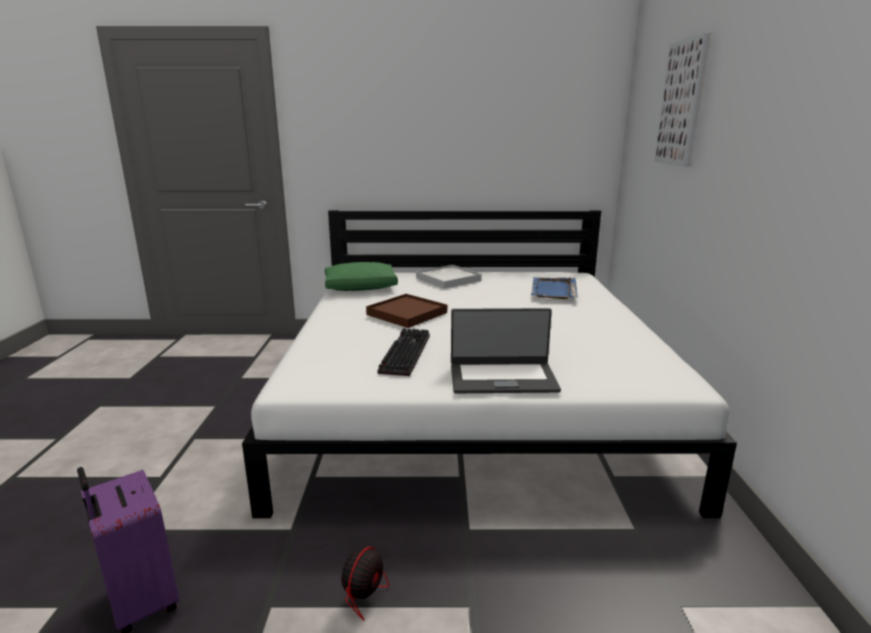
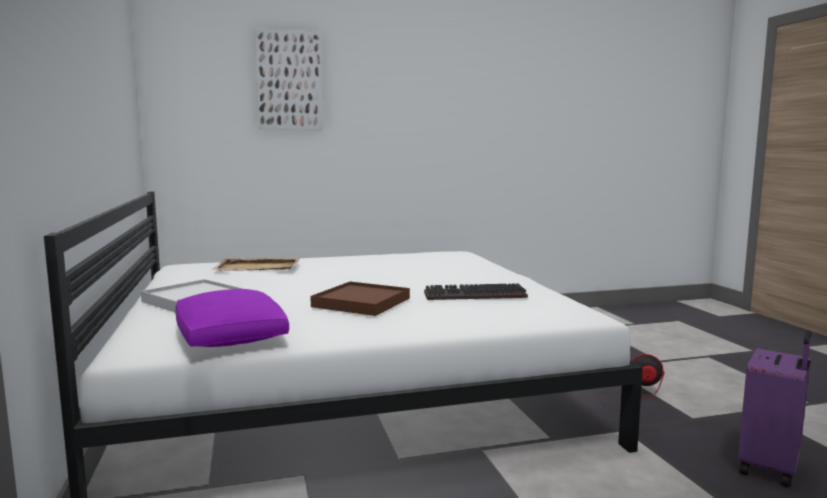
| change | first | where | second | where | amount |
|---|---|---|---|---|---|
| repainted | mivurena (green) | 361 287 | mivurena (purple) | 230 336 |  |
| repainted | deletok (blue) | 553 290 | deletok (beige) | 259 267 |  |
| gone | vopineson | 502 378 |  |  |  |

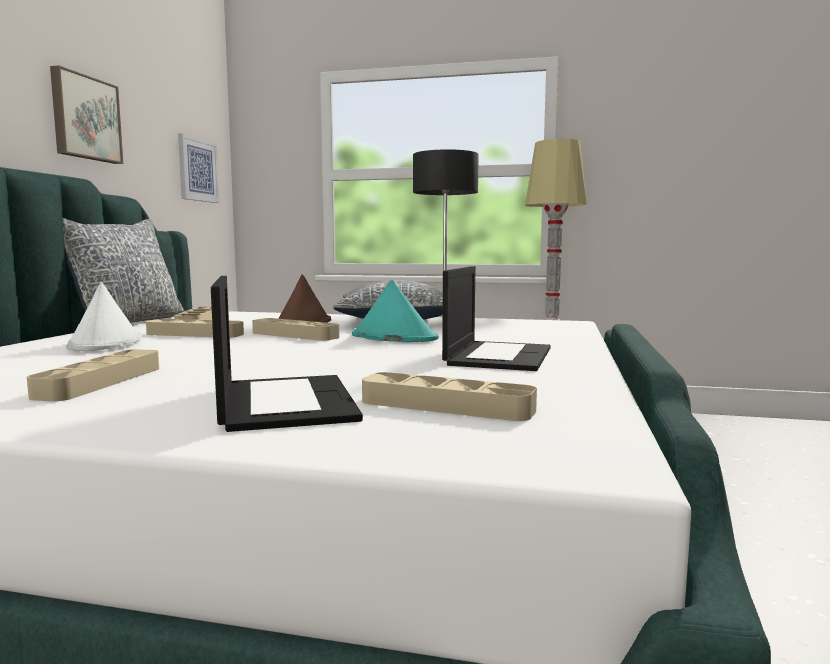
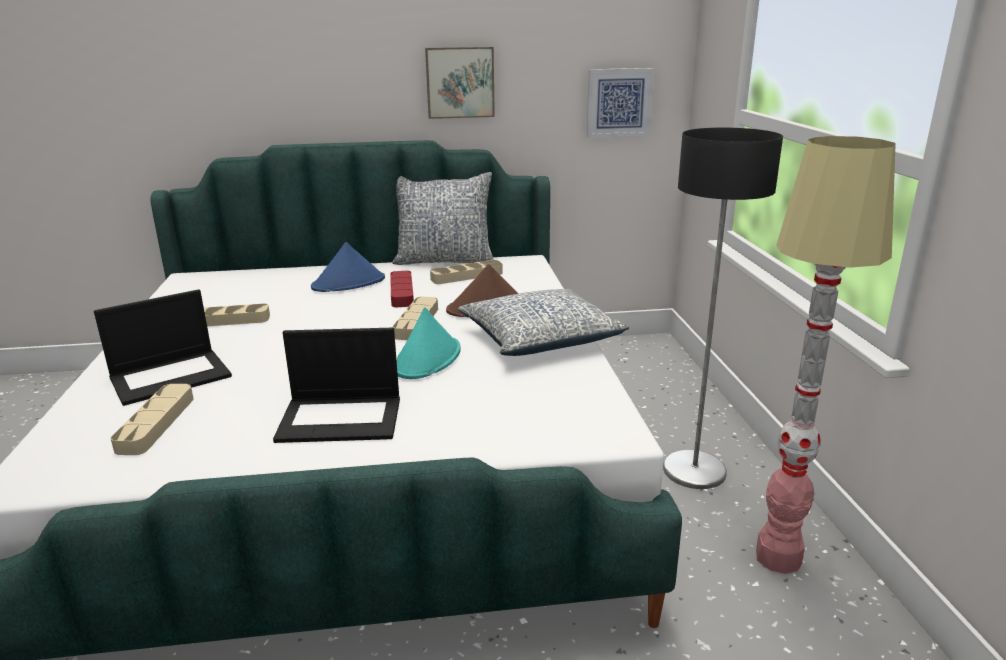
| change | first | where | second | where | amount |
|---|---|---|---|---|---|
| repainted | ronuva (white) | 106 343 | ronuva (blue) | 349 283 |  |
| repainted | deletok (beige) | 195 334 | deletok (red) | 402 293 |  |

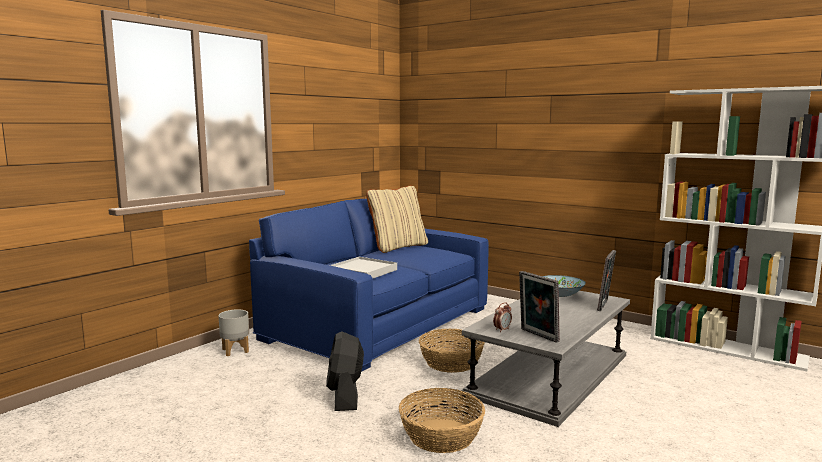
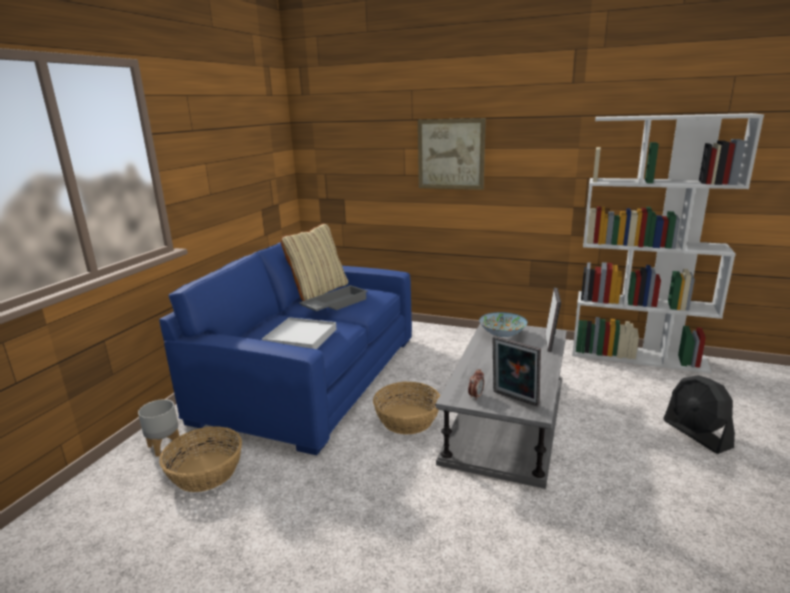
| change | first | where | second | where | amount |
|---|---|---|---|---|---|
| shifted | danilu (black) | 345 396 |  | 696 434 |  |
| shifted | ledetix | 441 436 |  | 206 472 |  |
| new |  |  | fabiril | 451 154 |  |
| new |  |  | deletok (grey) | 334 304 |  |

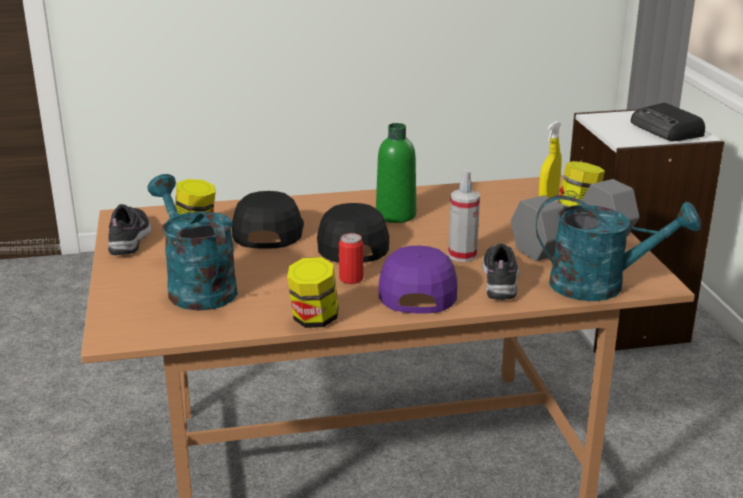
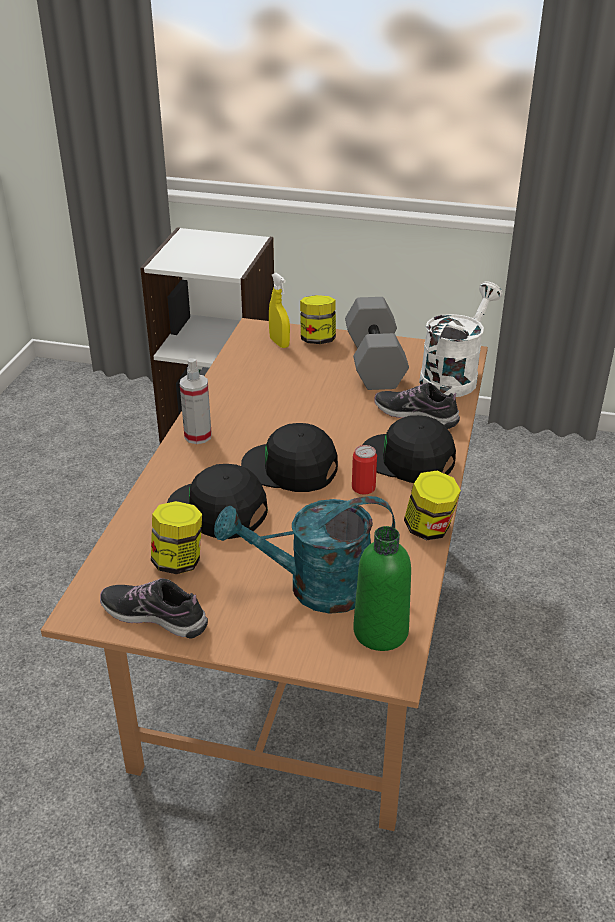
| change | first | where | second | where | amount |
|---|---|---|---|---|---|
| gone | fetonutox | 667 130 |  |  |  |
| shifted | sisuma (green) | 396 215 |  | 380 631 |  |
| shifted | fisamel | 462 255 |  | 198 436 |  |
| repainted | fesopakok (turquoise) | 601 285 | fesopakok (white) | 453 376 |  |
| repainted | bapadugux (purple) | 417 290 | bapadugux (black) | 408 459 |  |

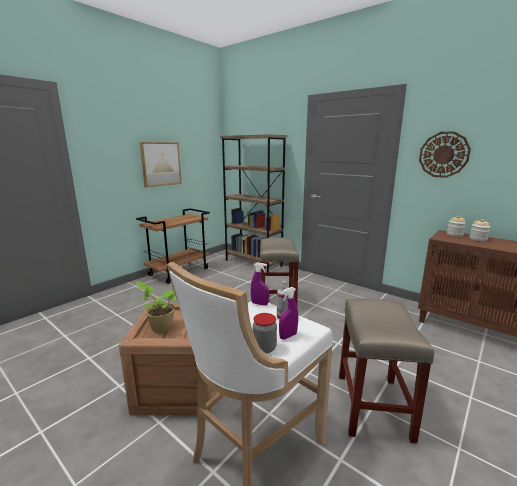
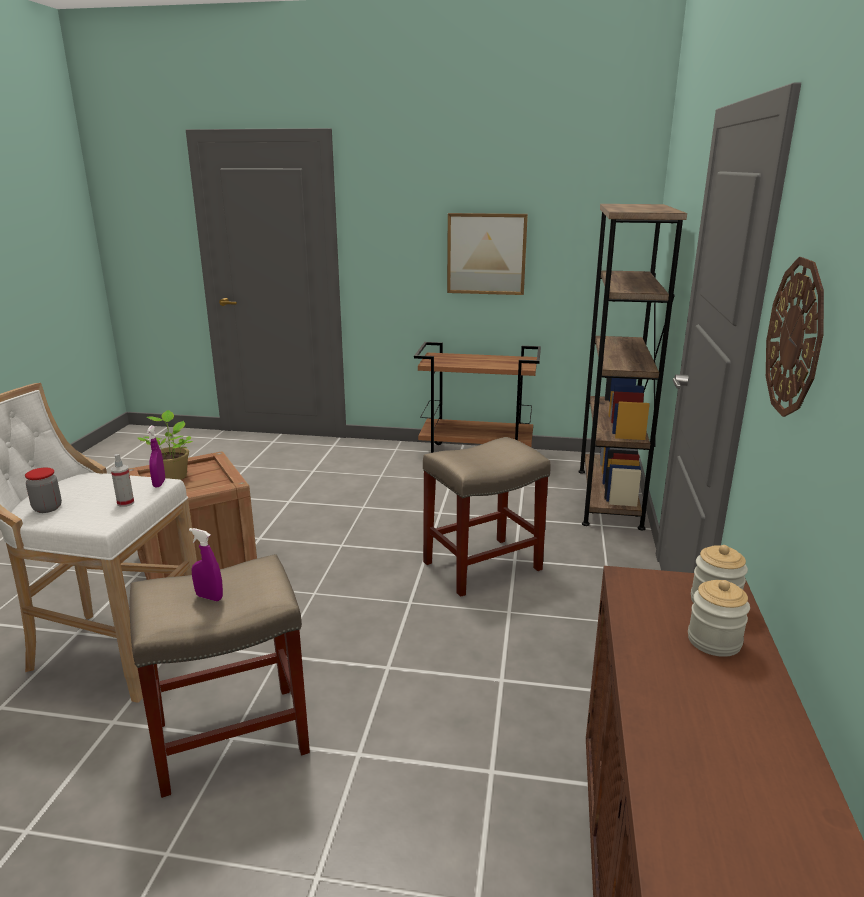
| change | first | where | second | where | amount |
|---|---|---|---|---|---|
| shifted | fisamel (purple) | 288 336 |  | 209 597 |  |

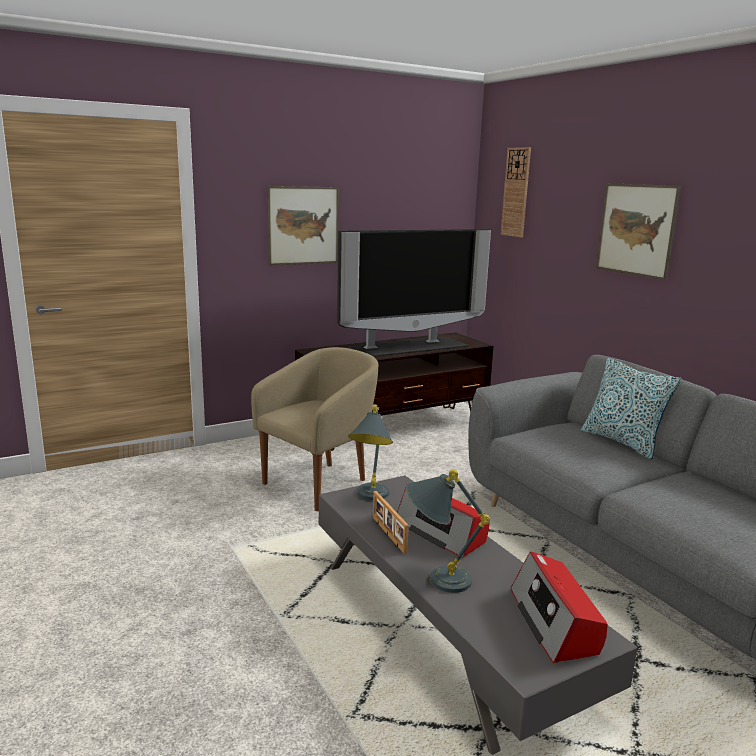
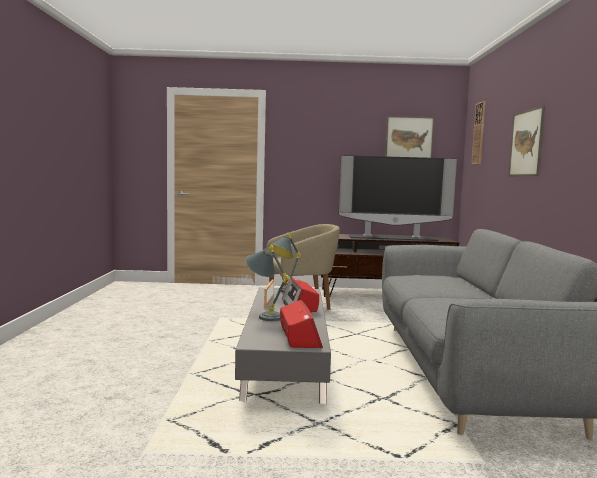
| change | first | where | second | where | amount |
|---|---|---|---|---|---|
| shifted | fabiril | 303 225 |  | 409 140 |  |
| gone | mivurena | 622 442 |  |  |  |
| rotated | fetonutox | 554 622 |  | 299 337 | 150 degrees clockwise |

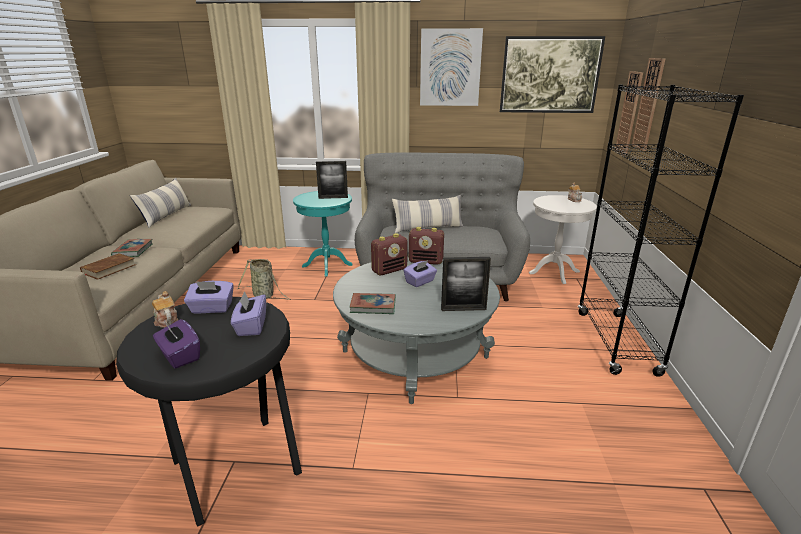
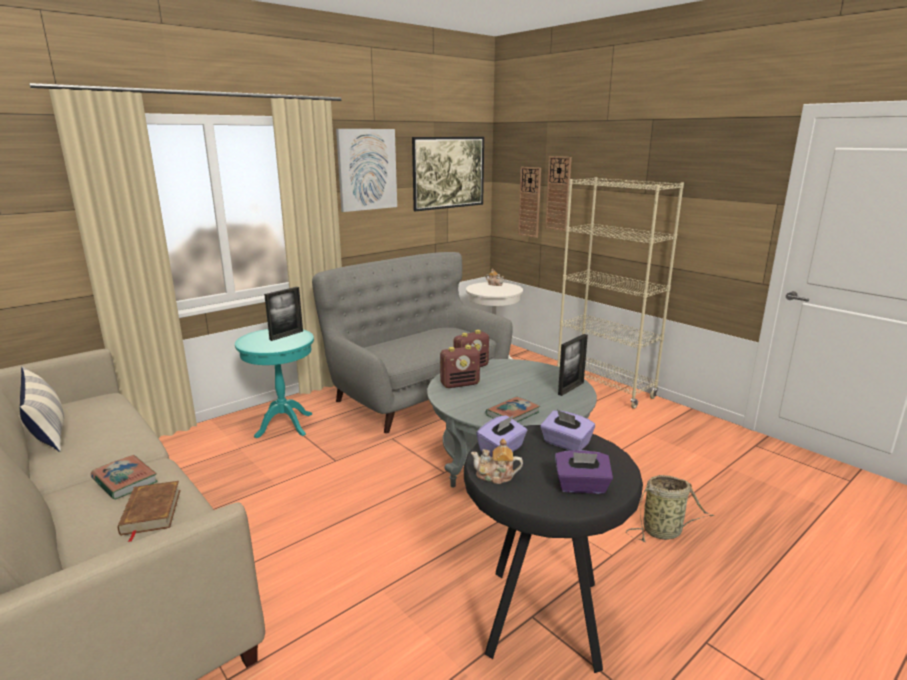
| change | first | where | second | where | amount |
|---|---|---|---|---|---|
| repainted | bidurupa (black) | 616 342 | bidurupa (beige) | 604 388 |  |
| gone | mivurena | 428 228 |  |  |  |
| rotated | fetonutox | 389 270 |  | 460 384 | 60 degrees clockwise |
| shifted | ledetix | 265 296 |  | 664 531 |  |
| gone | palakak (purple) | 420 282 |  |  |  |

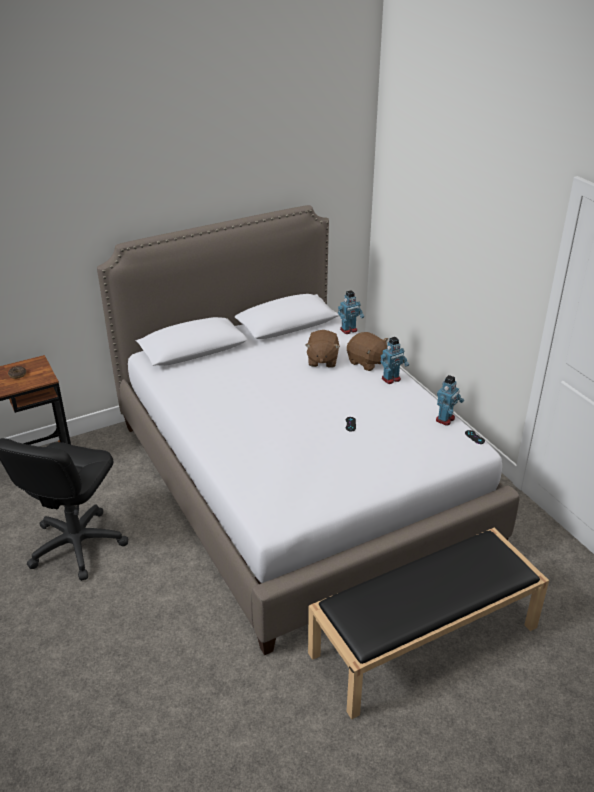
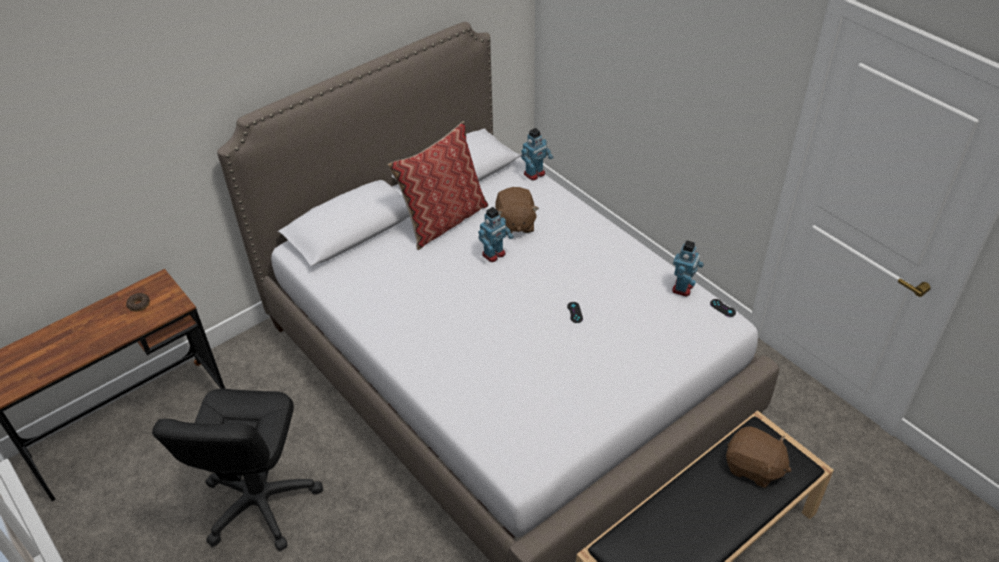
| change | first | where | second | where | amount |
|---|---|---|---|---|---|
| shifted | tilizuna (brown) | 367 362 |  | 753 468 |  |
| shifted | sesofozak | 391 379 |  | 494 254 |  |
| new |  |  | mivurena | 443 220 |  |

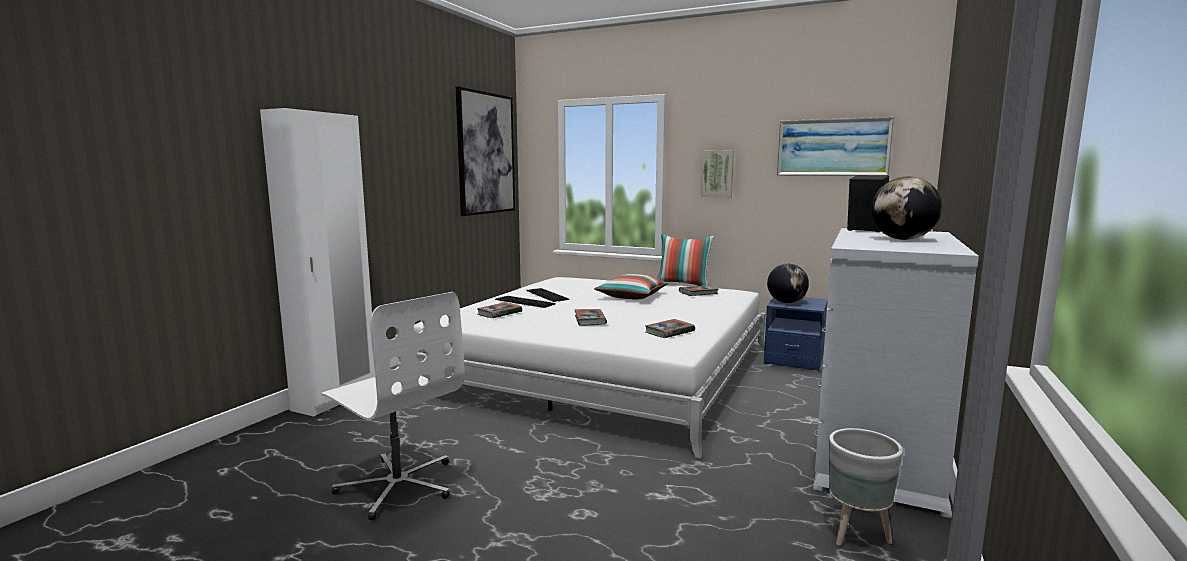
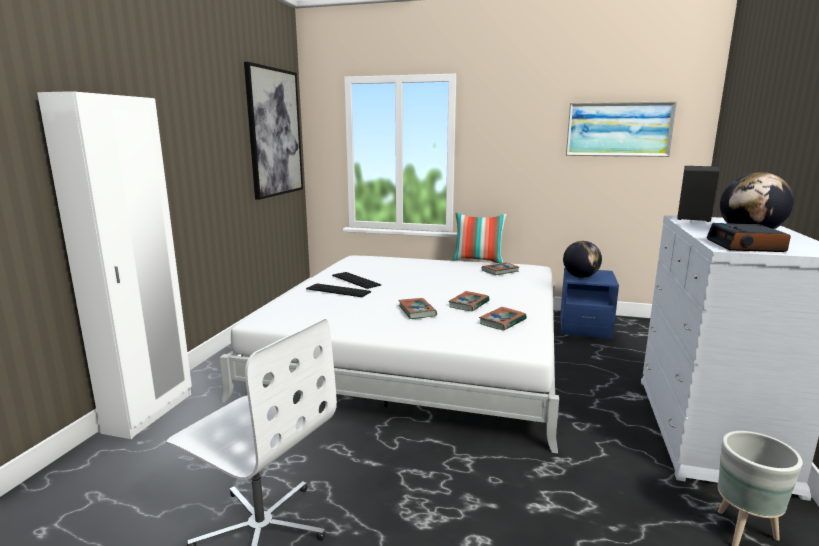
| change | first | where | second | where | amount |
|---|---|---|---|---|---|
| gone | fabiril | 717 173 |  |  |  |
| gone | mivurena | 631 296 |  |  |  |
| shifted | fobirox | 499 313 |  | 469 304 |  |
| new |  |  | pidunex | 746 246 |  |

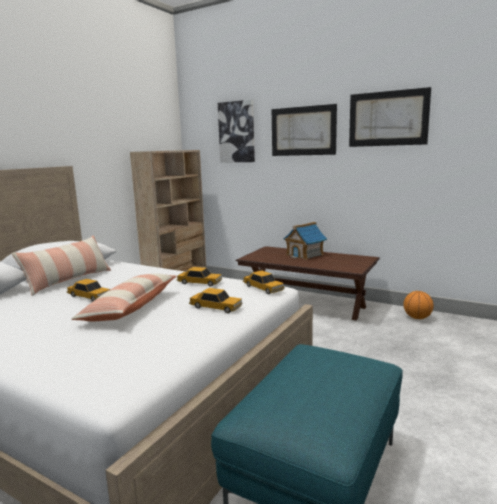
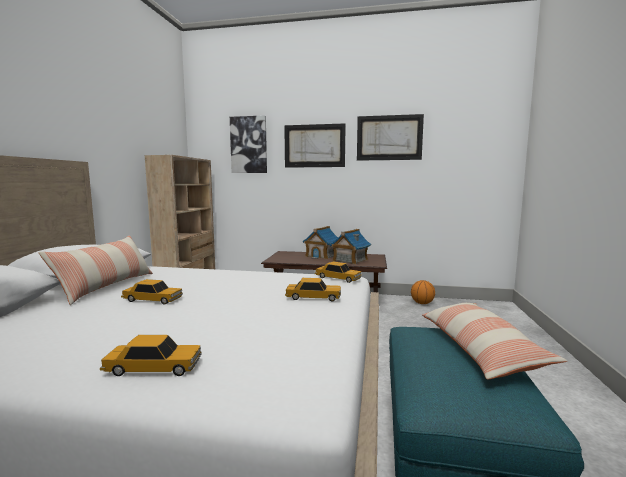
| change | first | where | second | where | amount |
|---|---|---|---|---|---|
| shifted | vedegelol | 199 282 |  | 154 367 |  |
| shifted | mivurena | 130 308 |  | 479 349 |  |
| new |  |  | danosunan | 350 260 |  |

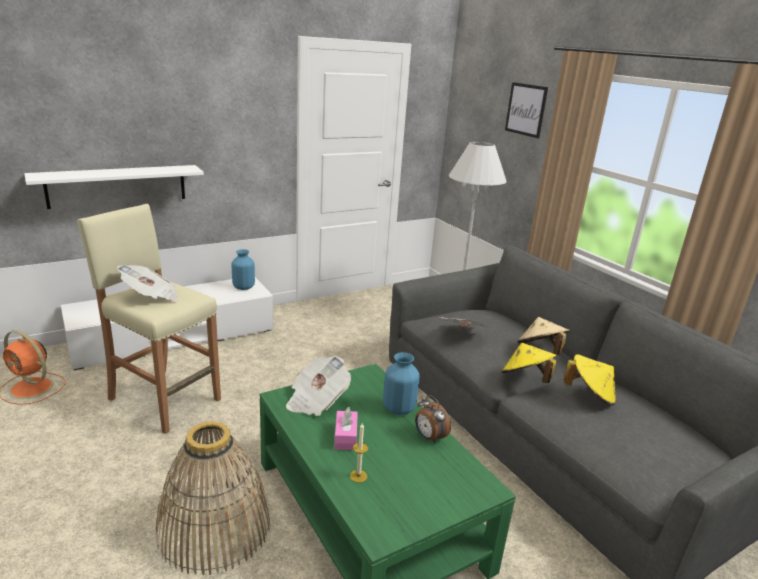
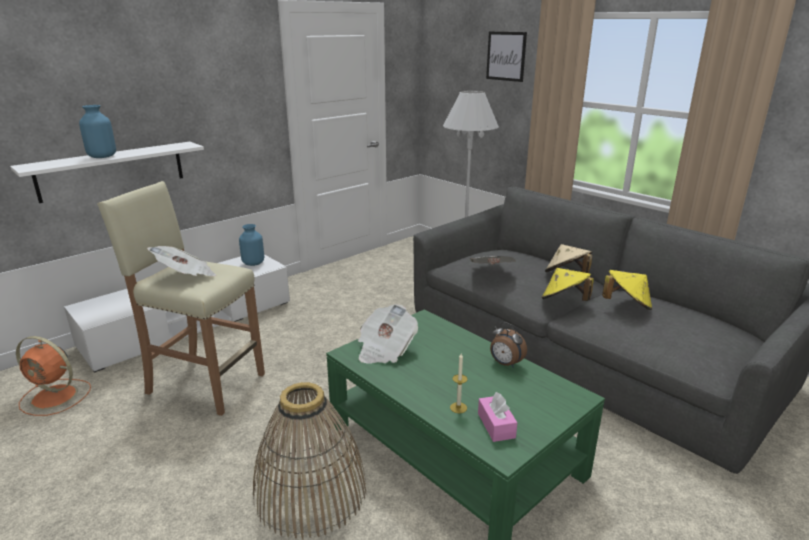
| change | first | where | second | where | amount |
|---|---|---|---|---|---|
| shifted | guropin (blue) | 398 409 |  | 102 156 |  |
| shifted | palakak (pink) | 345 437 |  | 496 425 |  |

